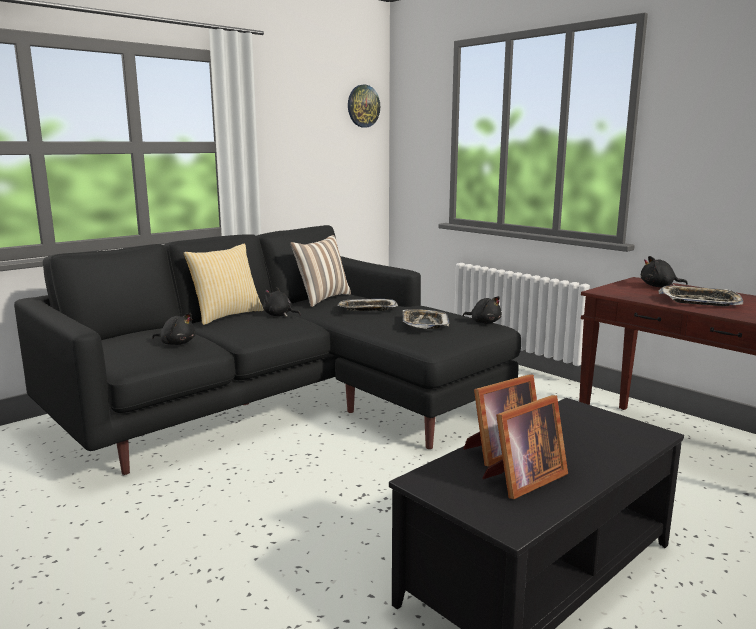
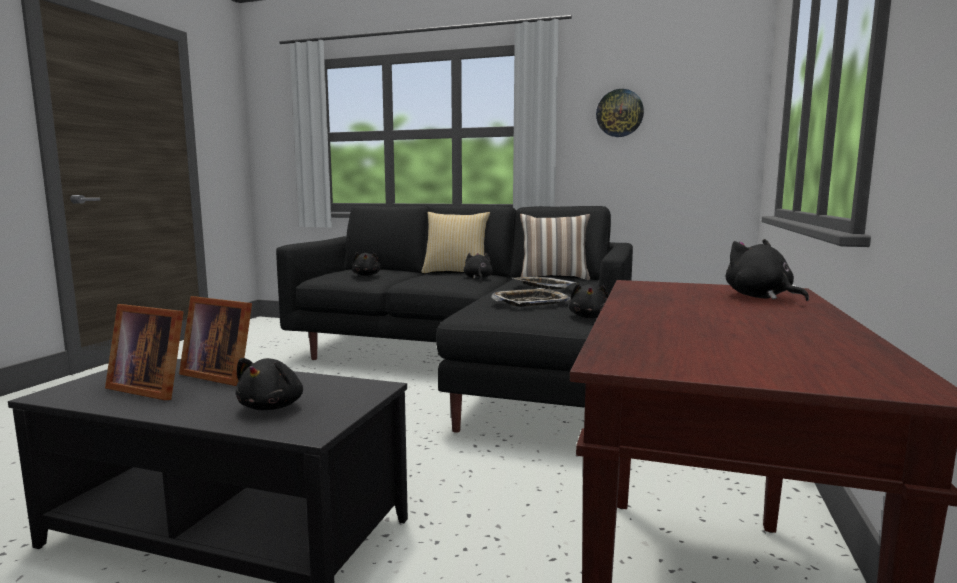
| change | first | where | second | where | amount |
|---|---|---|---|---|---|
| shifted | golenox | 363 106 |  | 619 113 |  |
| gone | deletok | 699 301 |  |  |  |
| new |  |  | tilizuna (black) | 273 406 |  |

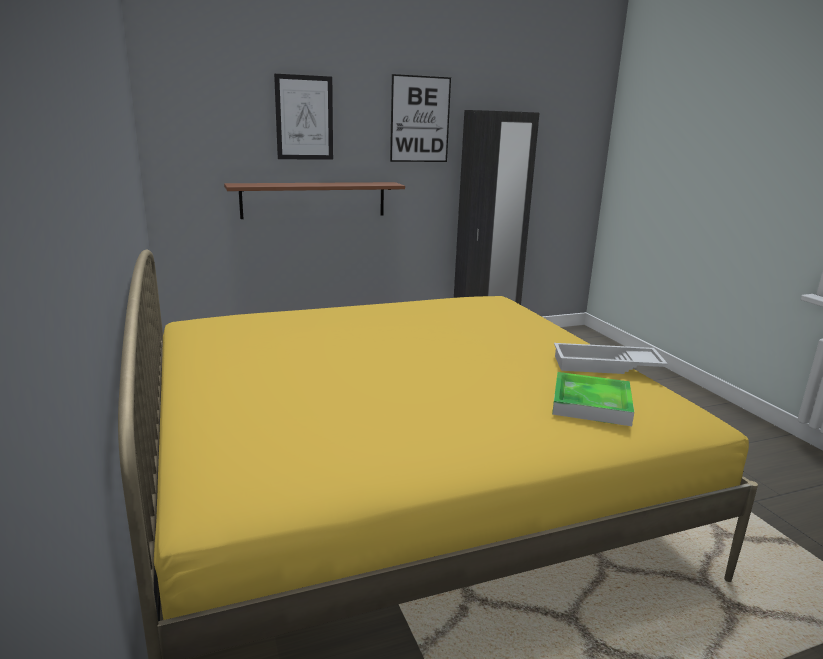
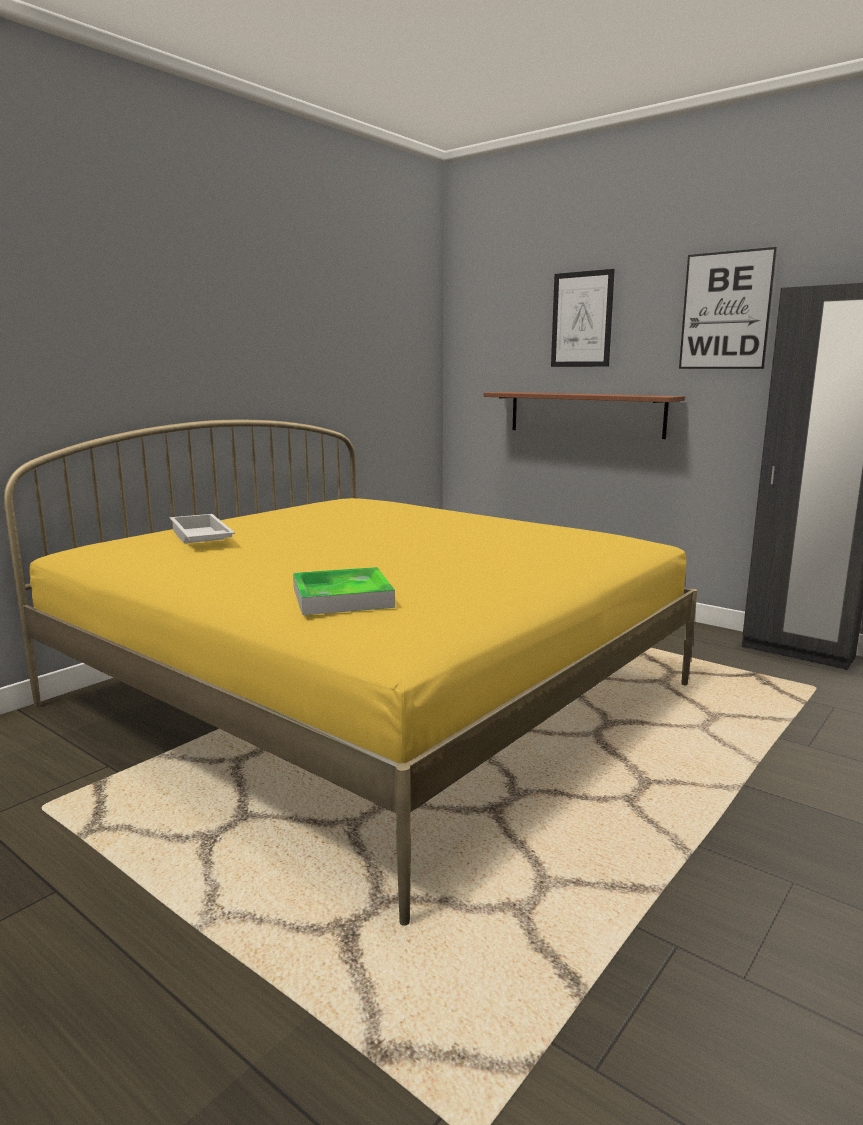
| change | first | where | second | where | amount |
|---|---|---|---|---|---|
| shifted | deletok (white) | 606 366 |  | 199 538 |  |

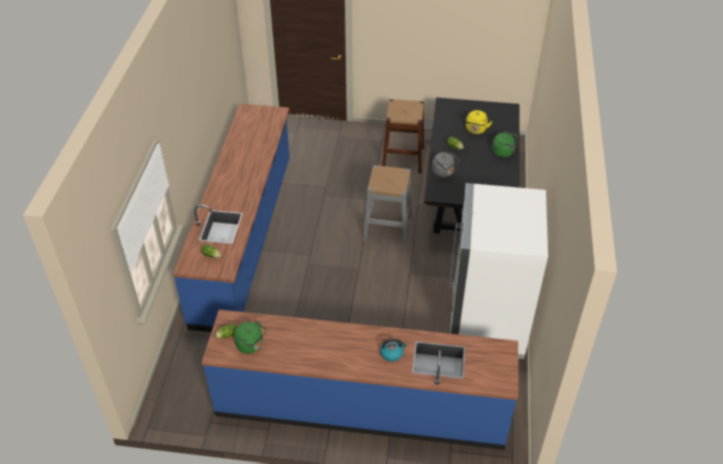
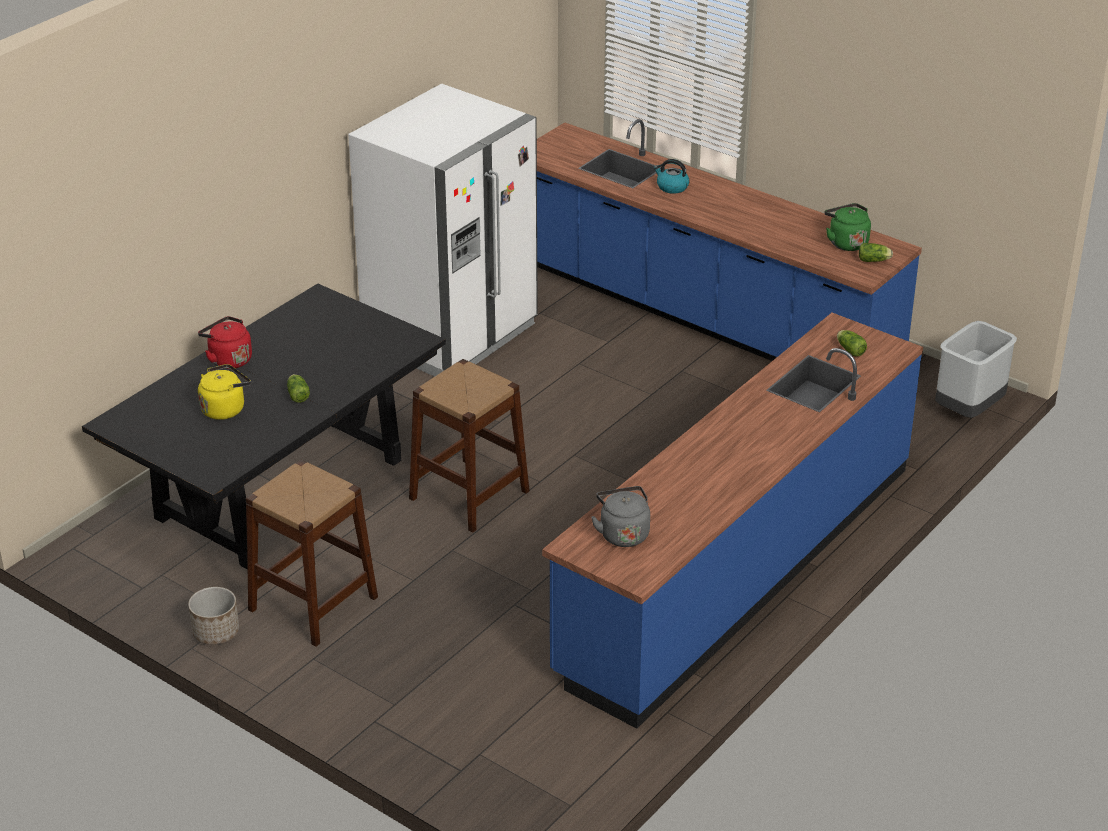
| change | first | where | second | where | amount |
|---|---|---|---|---|---|
| repainted | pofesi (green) | 504 152 | pofesi (red) | 228 360 |  |
| shifted | pofesi (grey) | 444 172 |  | 623 533 |  |
| repainted | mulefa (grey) | 387 228 | mulefa (brown) | 469 495 |  |
| new |  |  | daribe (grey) | 969 410 |  |

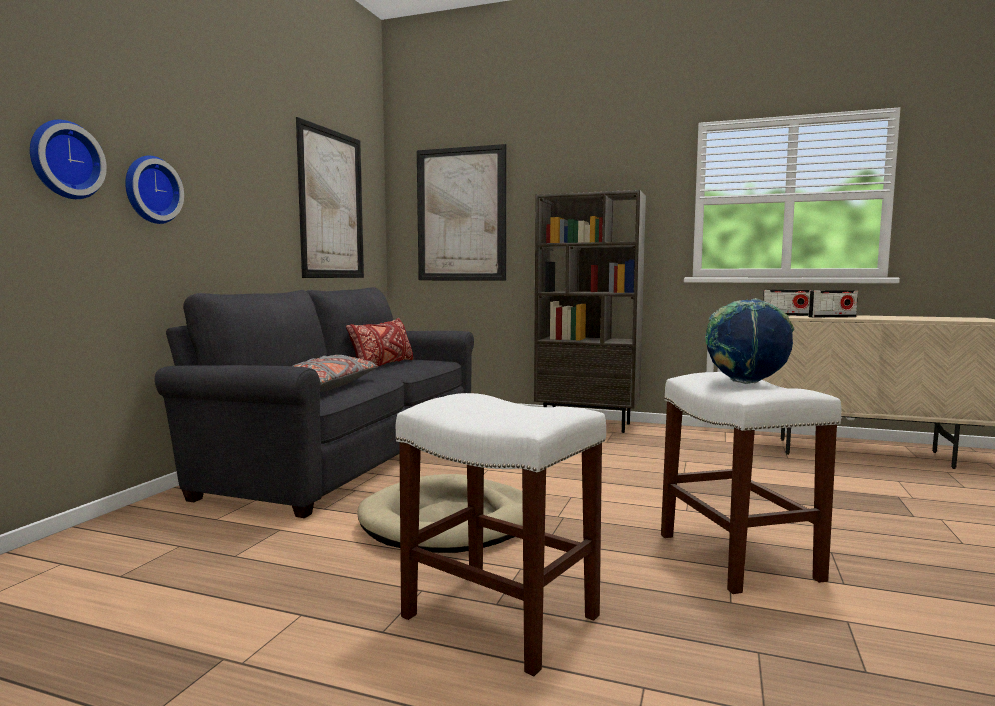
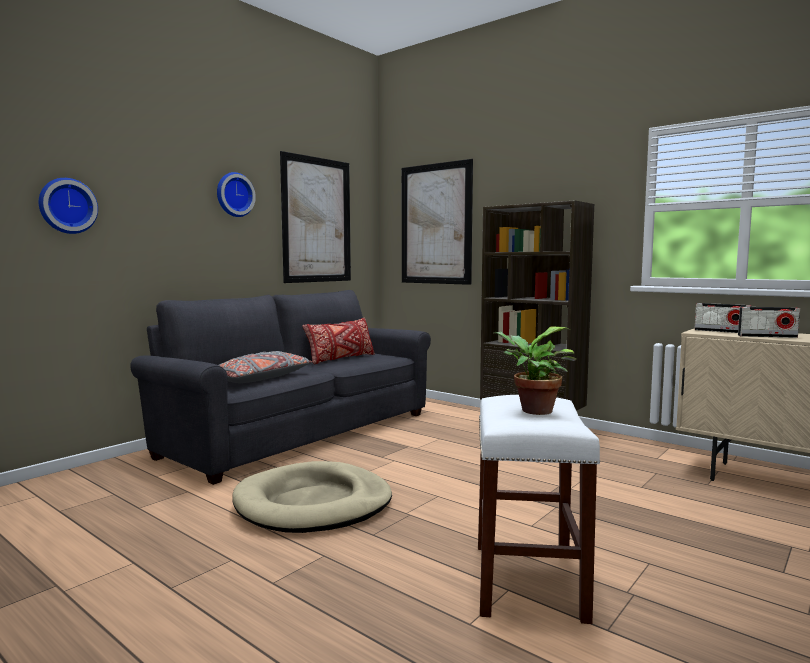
| change | first | where | second | where | amount |
|---|---|---|---|---|---|
| shifted | golenox | 150 190 |  | 234 195 |  |
| swapped | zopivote | 745 383 | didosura | 532 411 |  |
| gone | mulefa (white) | 503 617 |  |  |  |

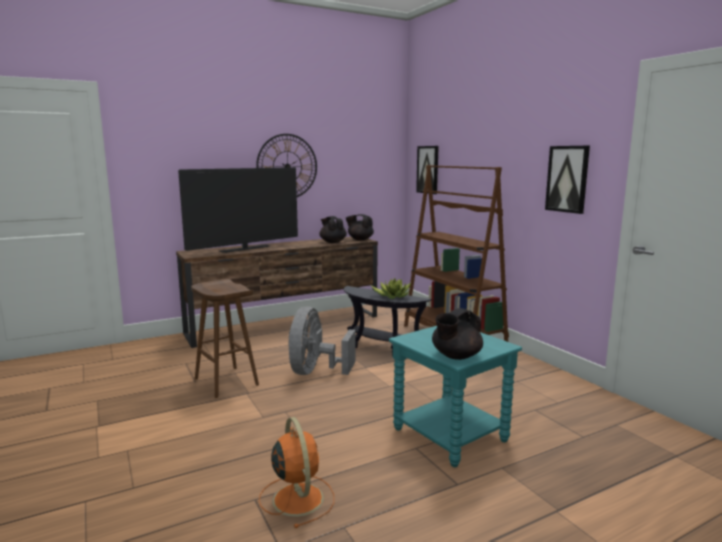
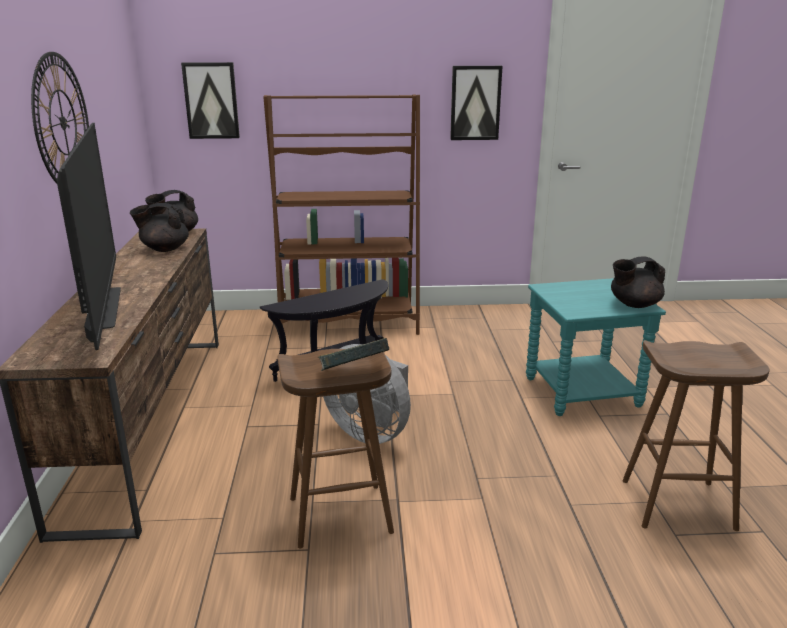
| change | first | where | second | where | amount |
|---|---|---|---|---|---|
| gone | didosura | 392 296 |  |  |  |
| rotated | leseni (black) | 455 356 |  | 634 304 | 90 degrees clockwise |
| swapped | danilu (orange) | 297 497 | mulefa (brown) | 676 505 |  |
| new |  |  | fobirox | 353 374 |  |

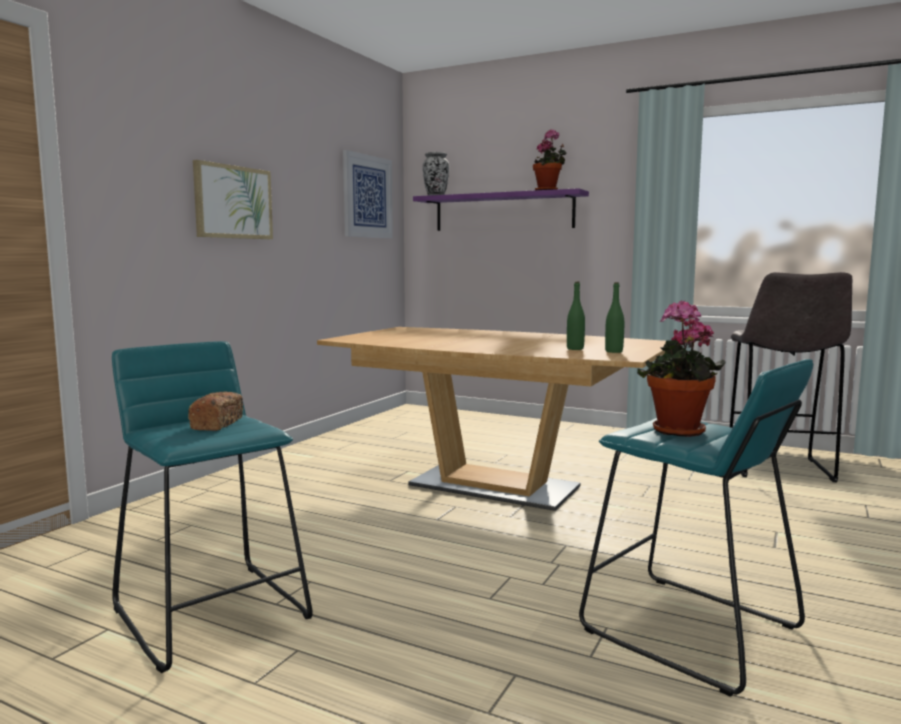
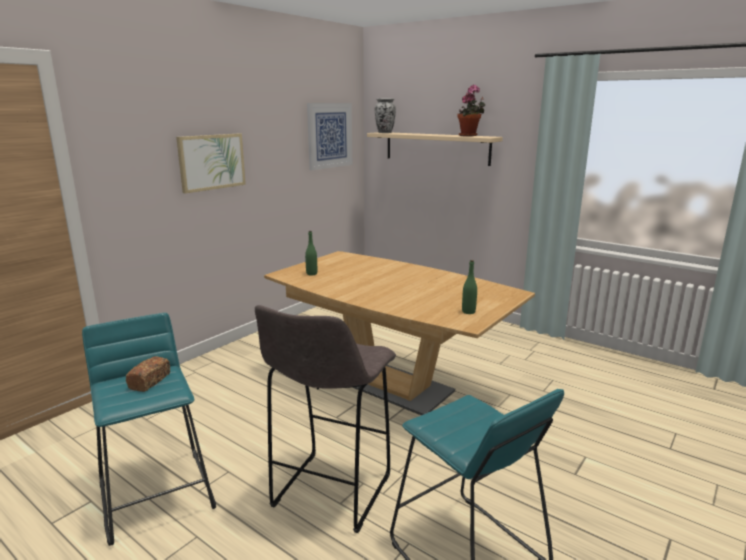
| change | first | where | second | where | amount |
|---|---|---|---|---|---|
| repainted | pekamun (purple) | 503 212 | pekamun (beige) | 436 148 |  |
| shifted | mulefa (grey) | 779 469 |  | 330 493 |  |
| shifted | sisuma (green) | 575 349 |  | 311 274 |  |
| gone | didosura | 677 432 |  |  |  |

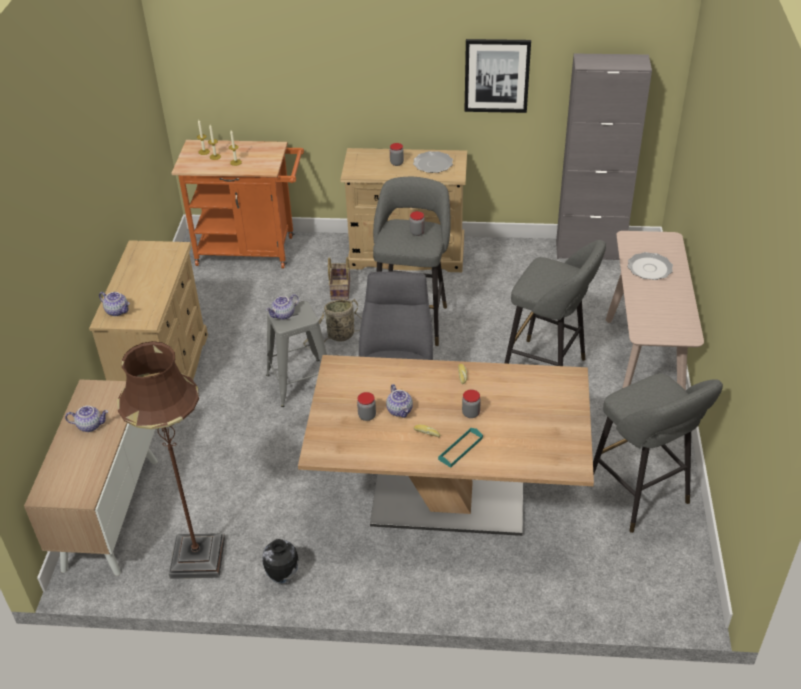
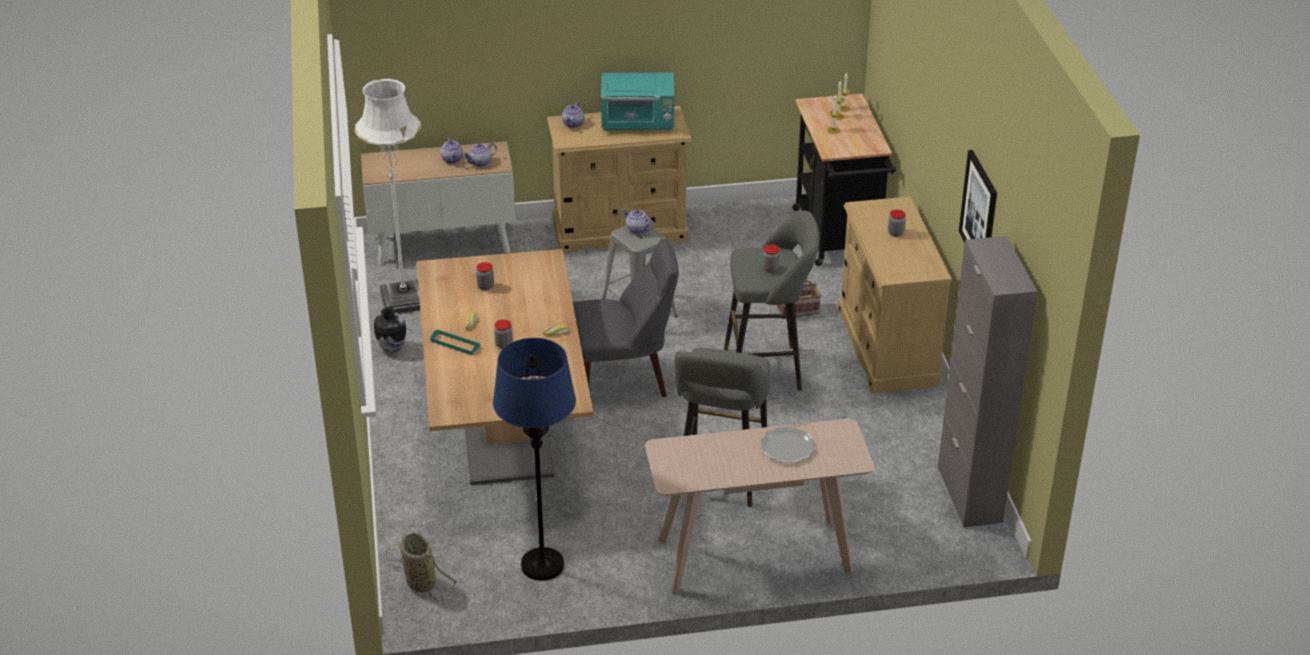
| change | first | where | second | where | amount |
|---|---|---|---|---|---|
| repainted | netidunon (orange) | 252 250 | netidunon (black) | 838 239 |  |
| gone | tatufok | 433 164 |  |  |  |
| shifted | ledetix | 339 336 |  | 419 582 |  |
| repainted | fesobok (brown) | 197 557 | fesobok (white) | 404 299 |  |
| swapped | mulefa (grey) | 641 497 | fesobok (blue) | 542 565 |  |
| shifted | leseni | 400 410 |  | 480 163 |  |
| new |  |  | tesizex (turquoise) | 638 122 |  |

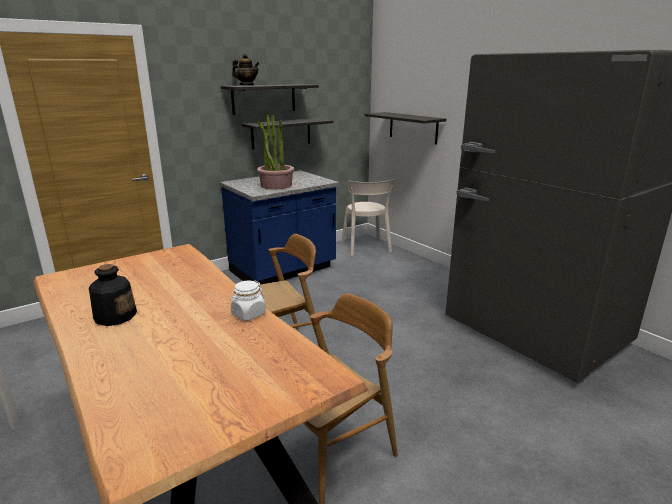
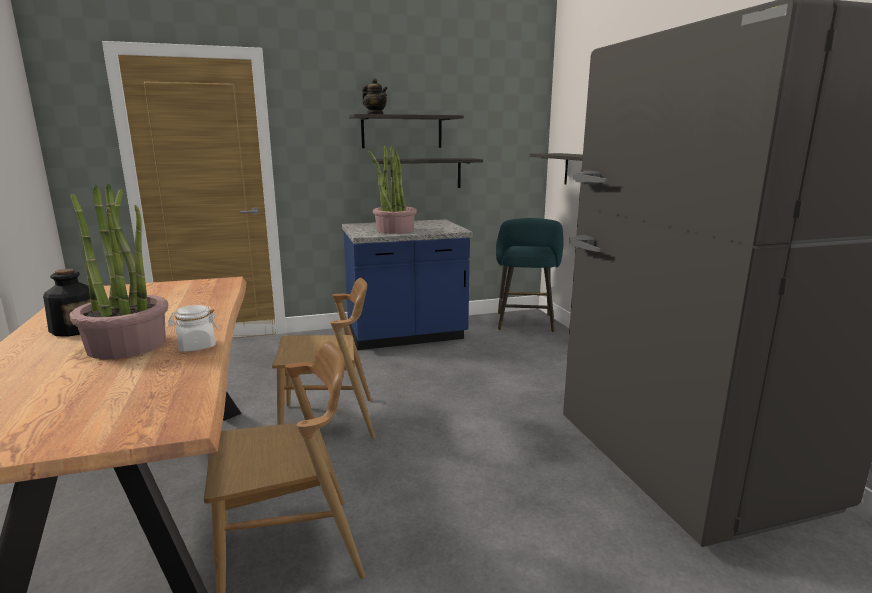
| change | first | where | second | where | amount |
|---|---|---|---|---|---|
| swapped | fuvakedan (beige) | 366 248 | mulefa (turquoise) | 525 324 |  |
| new |  |  | didosura | 127 345 |  |

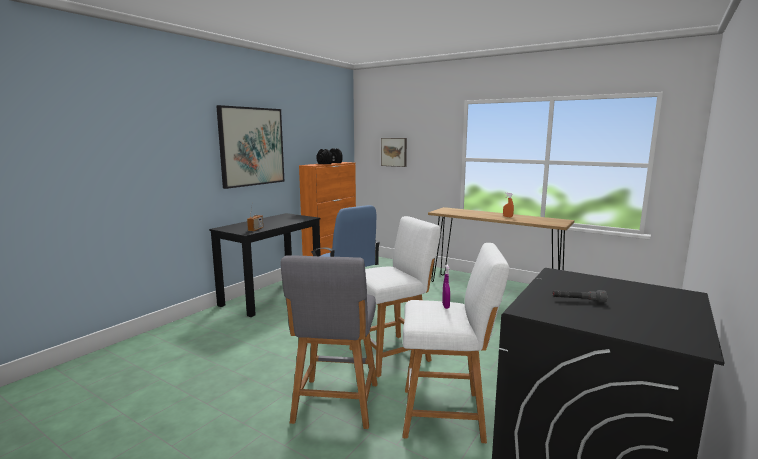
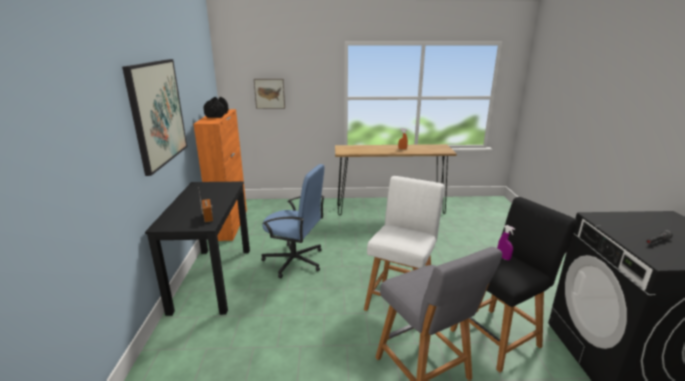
| change | first | where | second | where | amount |
|---|---|---|---|---|---|
| repainted | mulefa (white) | 447 414 | mulefa (black) | 498 336 |  |

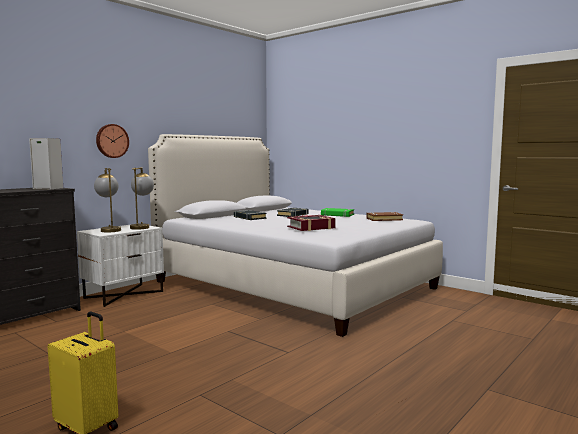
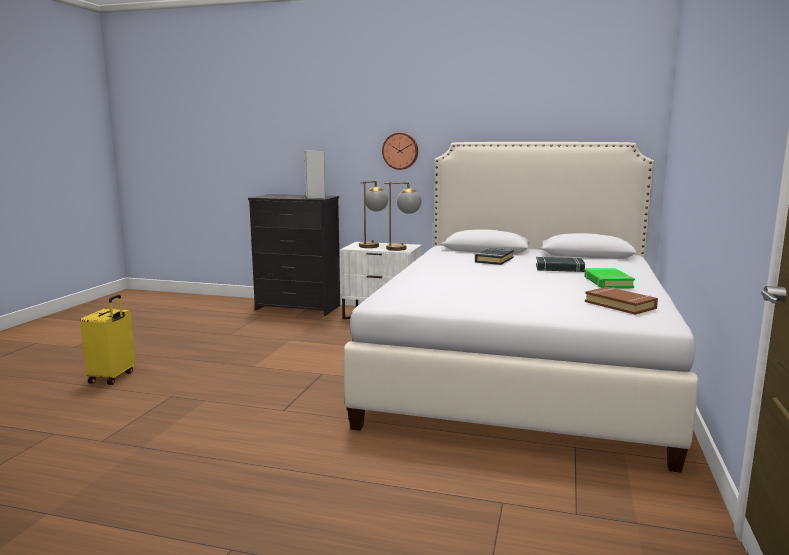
| change | first | where | second | where | amount |
|---|---|---|---|---|---|
| gone | fobirox | 311 227 |  |  |  |

